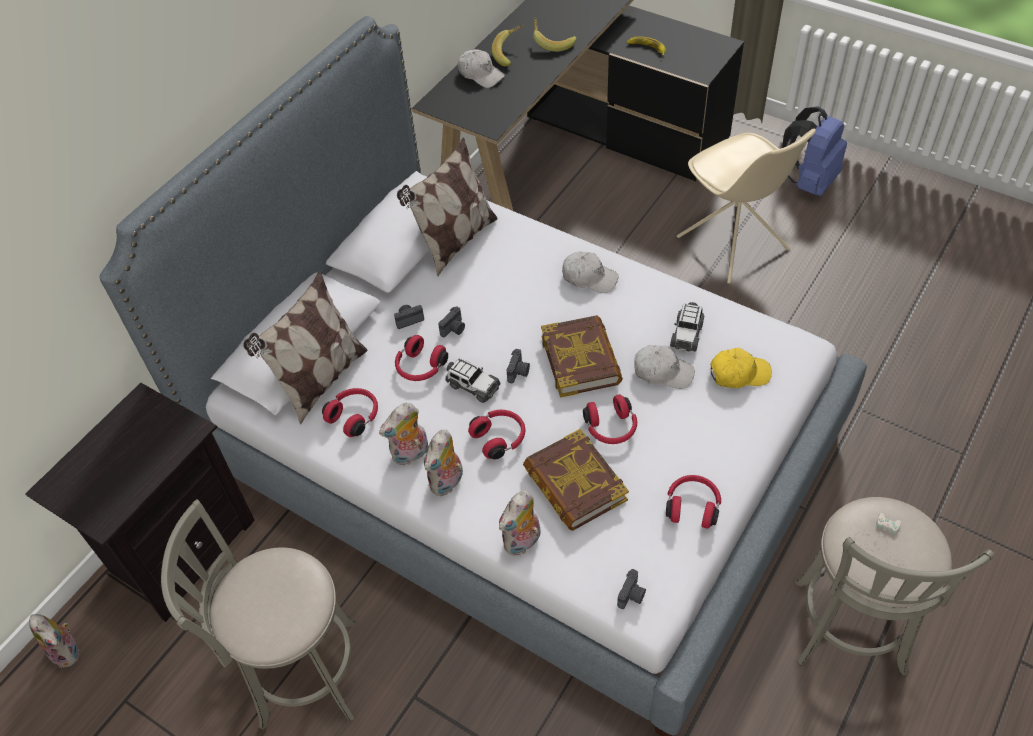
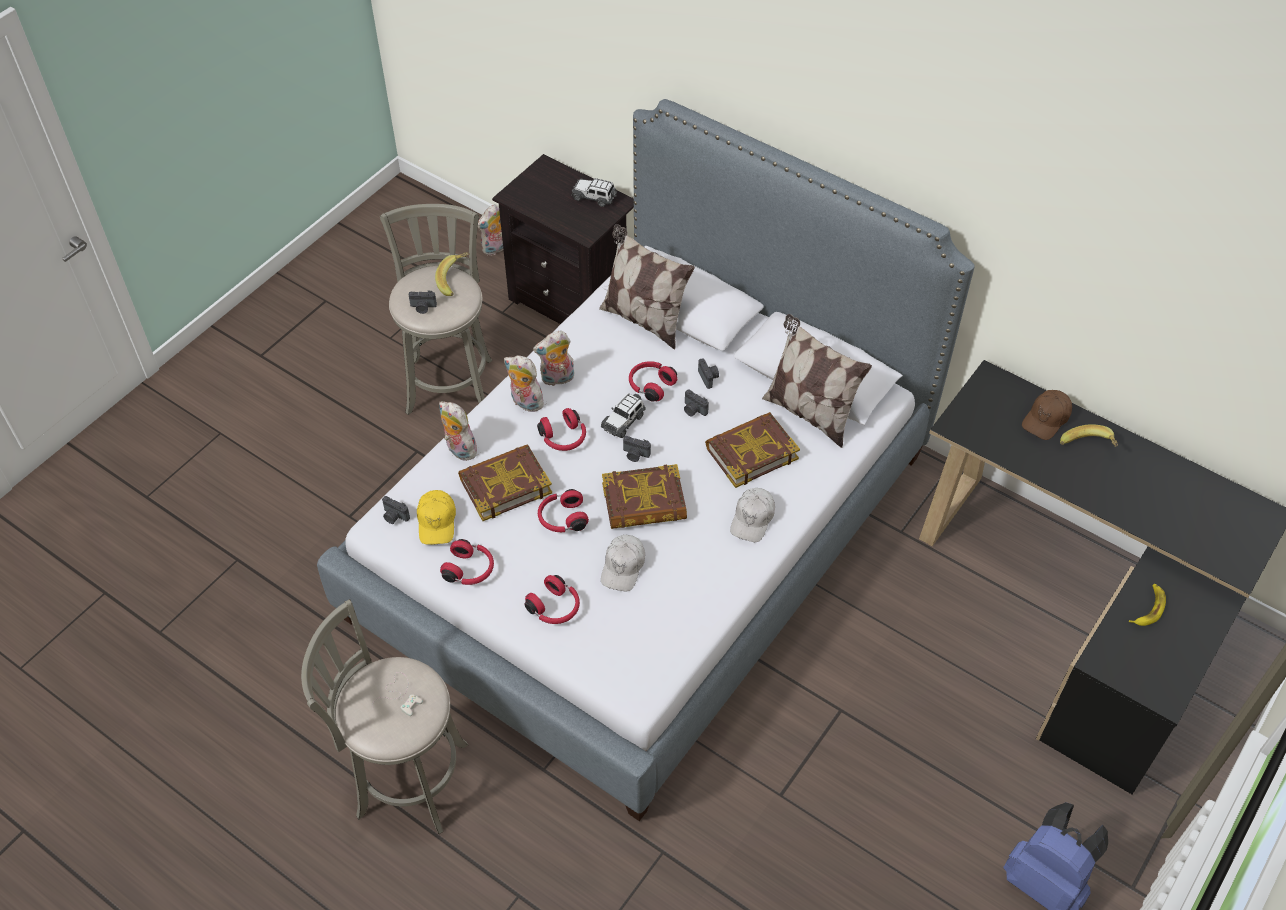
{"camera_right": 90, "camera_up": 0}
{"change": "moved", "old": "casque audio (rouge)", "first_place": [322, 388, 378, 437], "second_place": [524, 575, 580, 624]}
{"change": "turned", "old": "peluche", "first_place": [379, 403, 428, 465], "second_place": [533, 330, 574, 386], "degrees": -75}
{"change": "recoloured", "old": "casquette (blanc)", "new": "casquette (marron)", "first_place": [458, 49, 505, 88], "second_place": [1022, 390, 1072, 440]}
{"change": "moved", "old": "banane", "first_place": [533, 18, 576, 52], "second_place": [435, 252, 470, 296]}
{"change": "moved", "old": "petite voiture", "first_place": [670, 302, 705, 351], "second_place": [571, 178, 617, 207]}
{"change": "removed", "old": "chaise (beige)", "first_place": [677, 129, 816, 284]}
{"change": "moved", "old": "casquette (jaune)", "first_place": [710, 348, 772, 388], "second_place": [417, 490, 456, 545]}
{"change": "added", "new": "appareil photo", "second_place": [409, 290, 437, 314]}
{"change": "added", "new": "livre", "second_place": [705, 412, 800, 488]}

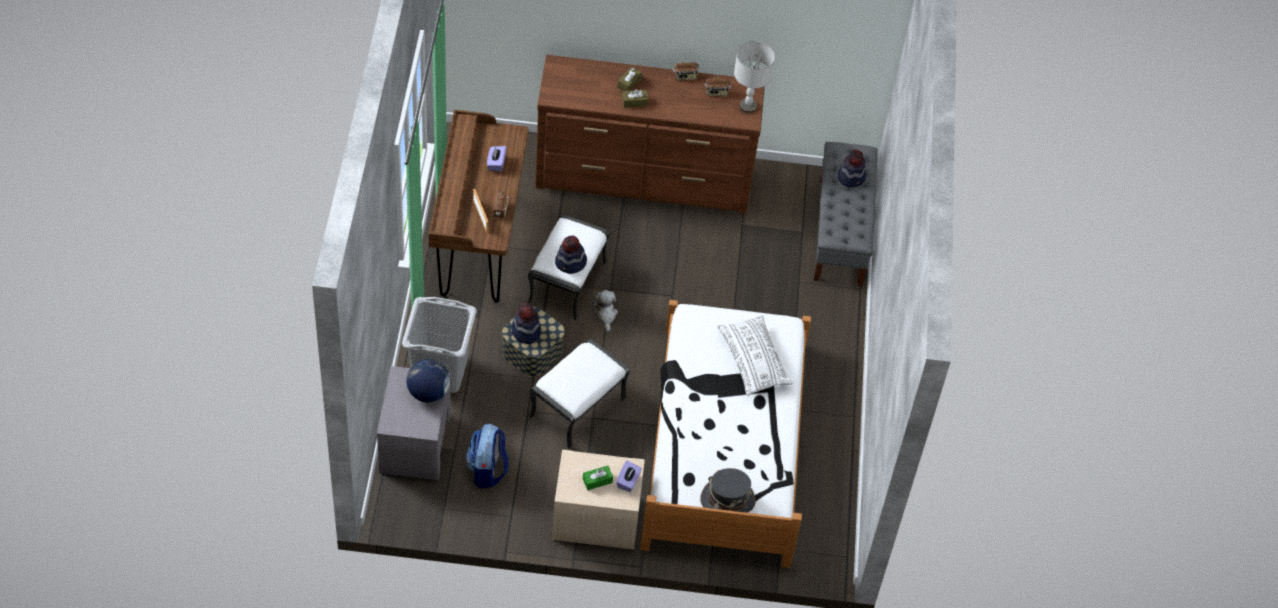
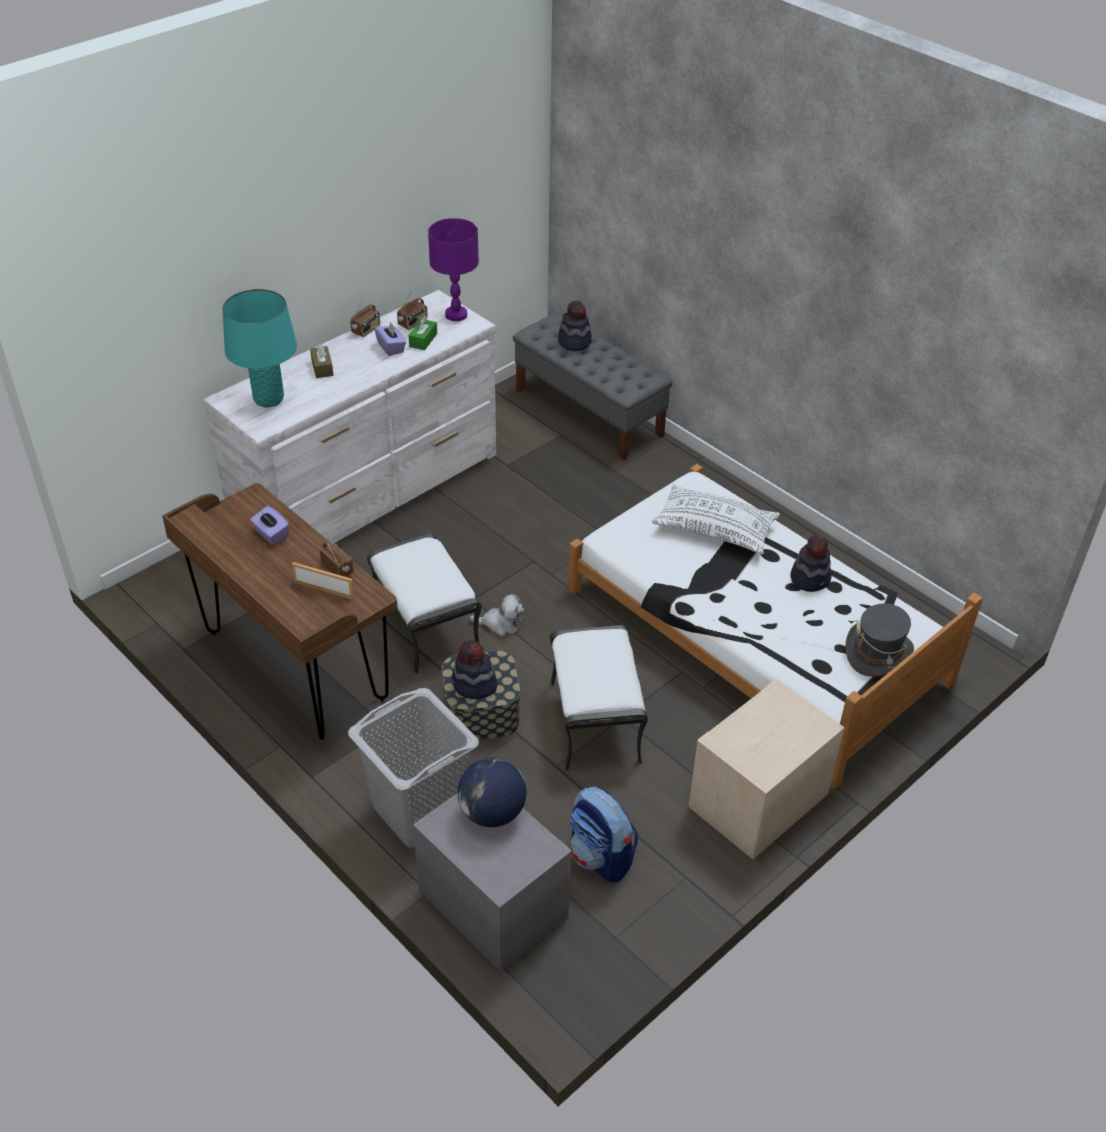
{"camera_right": -45, "camera_up": -10}
{"change": "recoloured", "old": "commode (marron)", "new": "commode (blanc)", "first_place": [535, 55, 765, 213], "second_place": [203, 290, 496, 543]}
{"change": "moved", "old": "chapeau", "first_place": [555, 235, 587, 274], "second_place": [790, 534, 832, 592]}
{"change": "moved", "old": "boîte à mouchoirs (vert)", "first_place": [583, 466, 613, 490], "second_place": [409, 316, 437, 350]}
{"change": "turned", "old": "peluche", "first_place": [592, 290, 618, 332], "second_place": [469, 594, 524, 636], "degrees": 150}
{"change": "moved", "old": "boîte à mouchoirs (violet)", "first_place": [616, 461, 642, 492], "second_place": [374, 322, 406, 356]}
{"change": "removed", "old": "boîte à mouchoirs (marron)", "first_place": [622, 89, 648, 108]}
{"change": "recoloured", "old": "lampe de table (gris)", "new": "lampe de table (violet)", "first_place": [734, 41, 775, 113], "second_place": [428, 218, 479, 321]}
{"change": "added", "new": "lampe de table (turquoise)", "second_place": [222, 289, 297, 408]}

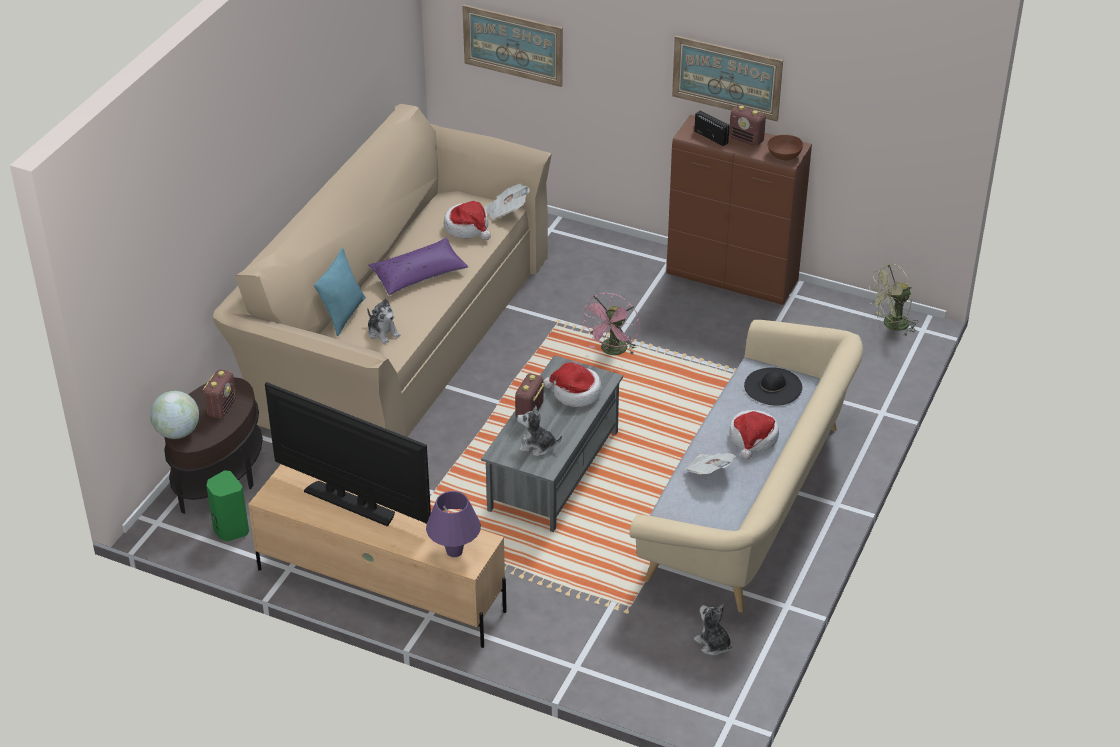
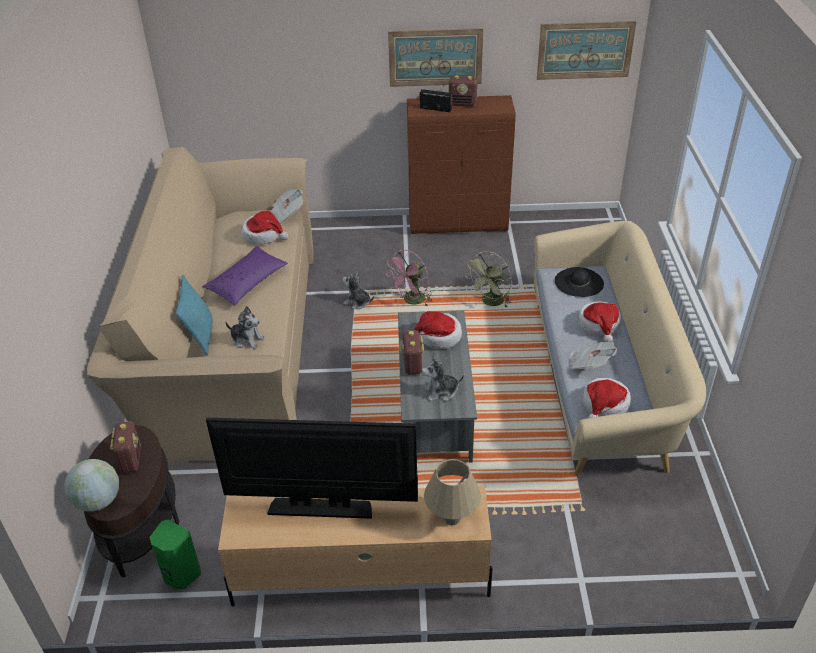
{"camera_right": -25, "camera_up": 0}
{"change": "recoloured", "old": "lampe de table (violet)", "new": "lampe de table (beige)", "first_place": [426, 491, 481, 557], "second_place": [424, 459, 481, 525]}
{"change": "moved", "old": "tableau", "first_place": [462, 5, 563, 87], "second_place": [537, 21, 636, 80]}
{"change": "turned", "old": "ventilateur (rose)", "first_place": [581, 293, 640, 355], "second_place": [386, 250, 432, 306], "degrees": 45}
{"change": "moved", "old": "peluche", "first_place": [694, 604, 733, 656], "second_place": [342, 271, 374, 309]}
{"change": "removed", "old": "bol (marron)", "first_place": [767, 135, 803, 161]}
{"change": "moved", "old": "ventilateur (vert)", "first_place": [869, 264, 918, 336], "second_place": [465, 251, 512, 307]}
{"change": "added", "new": "chapeau", "second_place": [582, 378, 631, 418]}

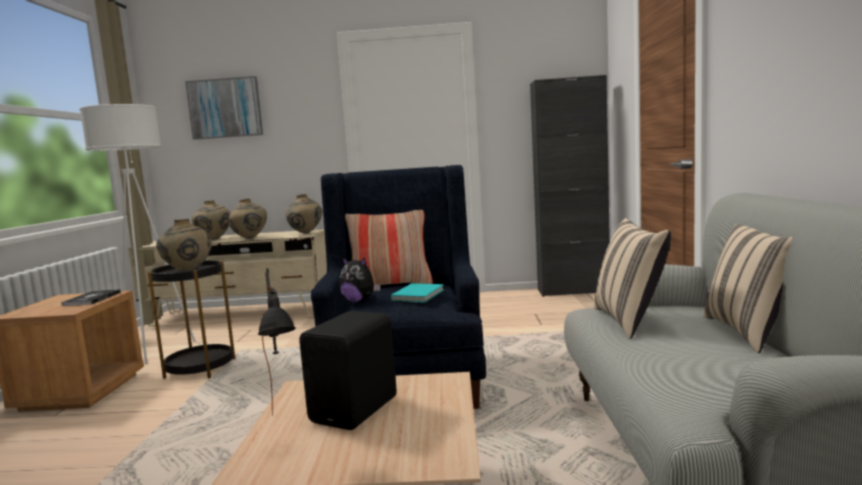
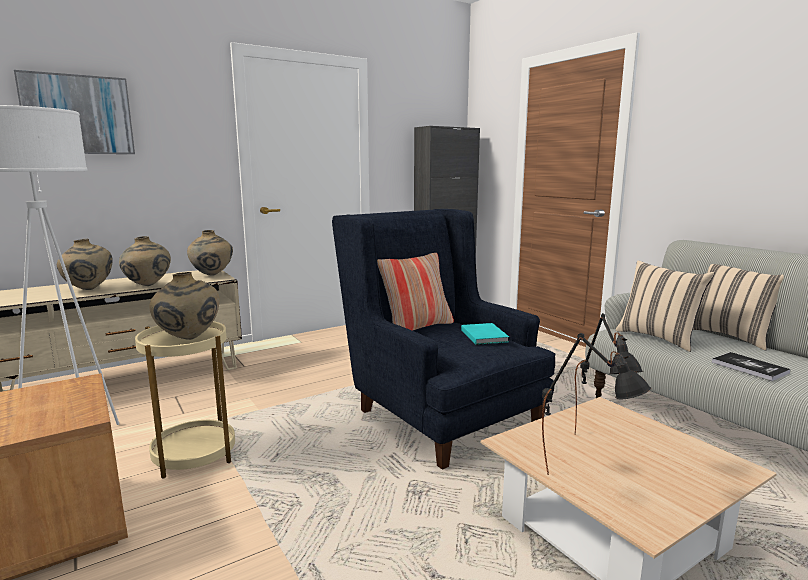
{"camera_right": -35, "camera_up": 5}
{"change": "moved", "old": "livre", "first_place": [61, 289, 121, 306], "second_place": [712, 352, 791, 381]}
{"change": "recoloured", "old": "table d'appoint (noir)", "new": "table d'appoint (beige)", "first_place": [148, 260, 235, 379], "second_place": [135, 321, 235, 479]}
{"change": "replaced", "old": "enceinte (noir)", "new": "lampe de table (noir)", "first_place": [299, 311, 397, 430], "second_place": [575, 313, 643, 435]}
{"change": "removed", "old": "peluche", "first_place": [339, 257, 381, 303]}

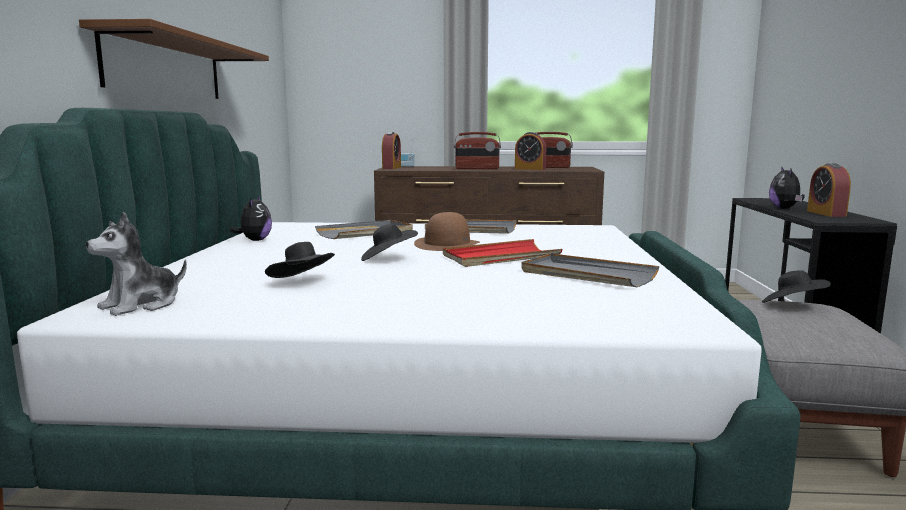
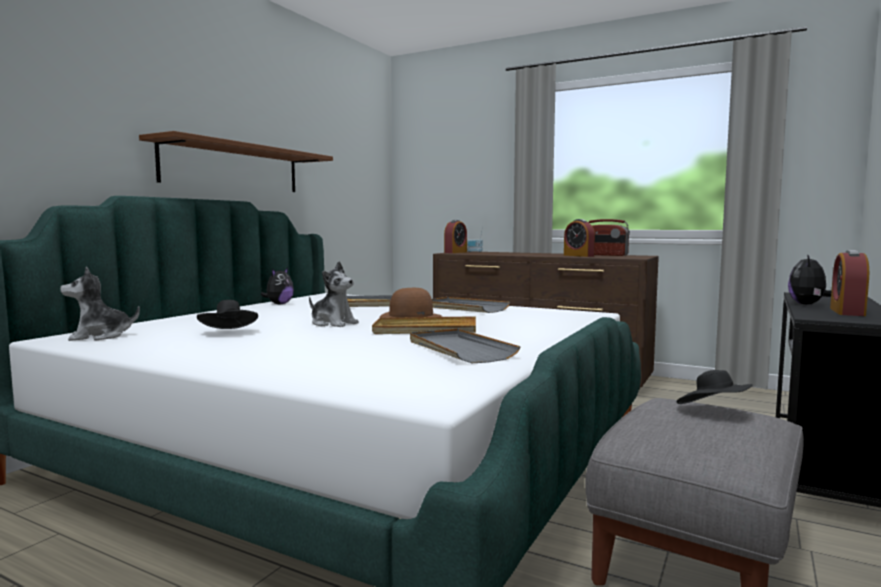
{"camera_right": 25, "camera_up": -5}
{"change": "replaced", "old": "chapeau (noir)", "new": "peluche", "first_place": [361, 224, 418, 261], "second_place": [309, 262, 359, 327]}
{"change": "recoloured", "old": "plateau (rouge)", "new": "plateau (beige)", "first_place": [443, 239, 563, 267], "second_place": [372, 316, 476, 334]}
{"change": "removed", "old": "radio", "first_place": [454, 132, 501, 169]}

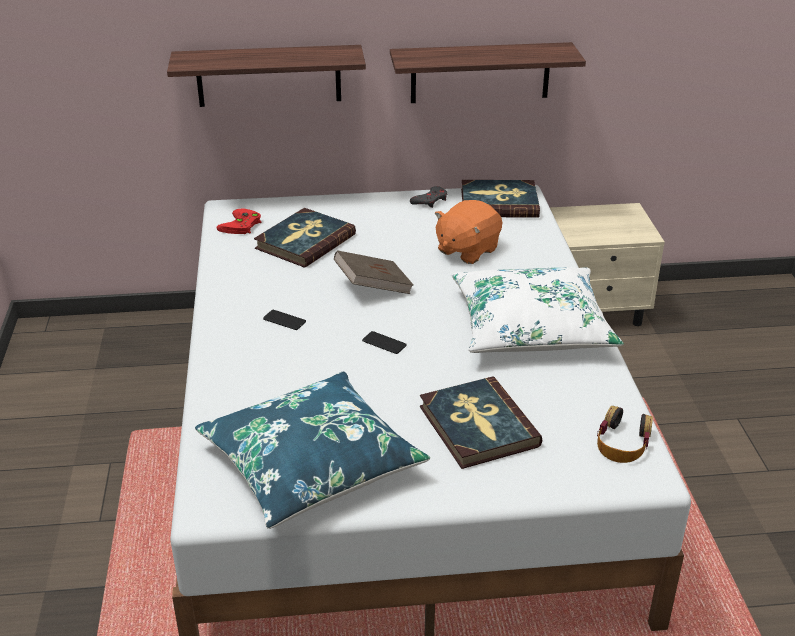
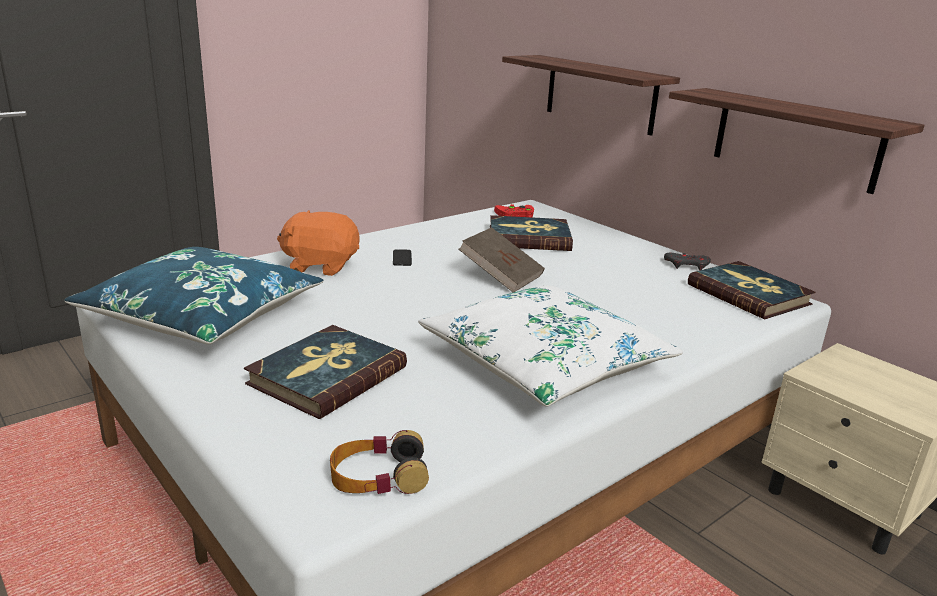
{"camera_right": 55, "camera_up": -10}
{"change": "removed", "old": "téléphone", "first_place": [362, 331, 407, 354]}
{"change": "moved", "old": "peluche (orange)", "first_place": [435, 200, 502, 264], "second_place": [277, 210, 359, 276]}

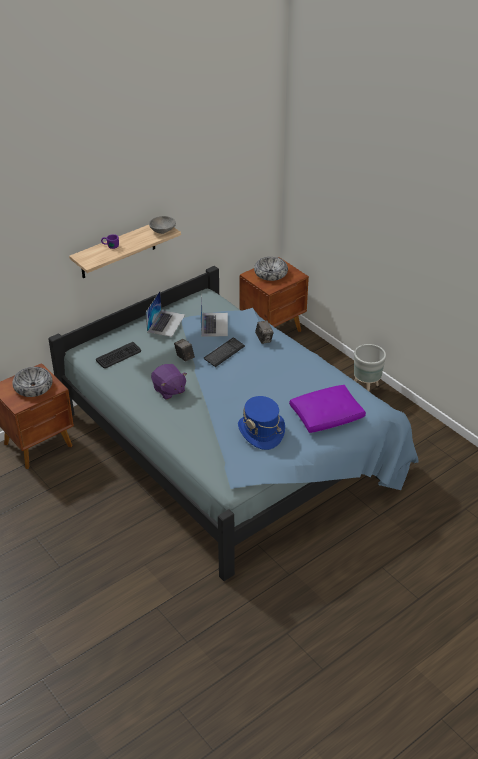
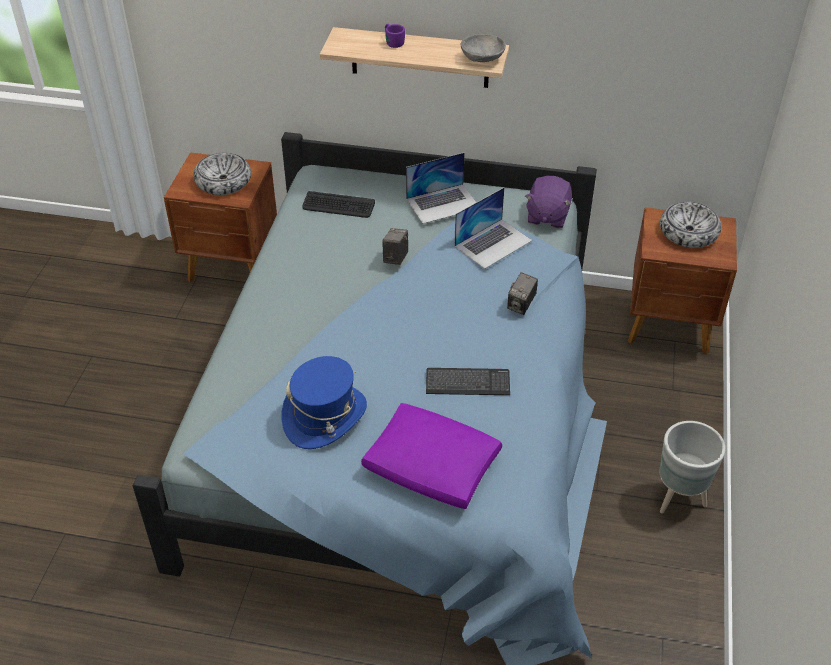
{"camera_right": 50, "camera_up": 5}
{"change": "moved", "old": "peluche (violet)", "first_place": [151, 364, 187, 400], "second_place": [525, 176, 572, 228]}
{"change": "moved", "old": "clavier", "first_place": [204, 338, 245, 367], "second_place": [426, 368, 510, 395]}

